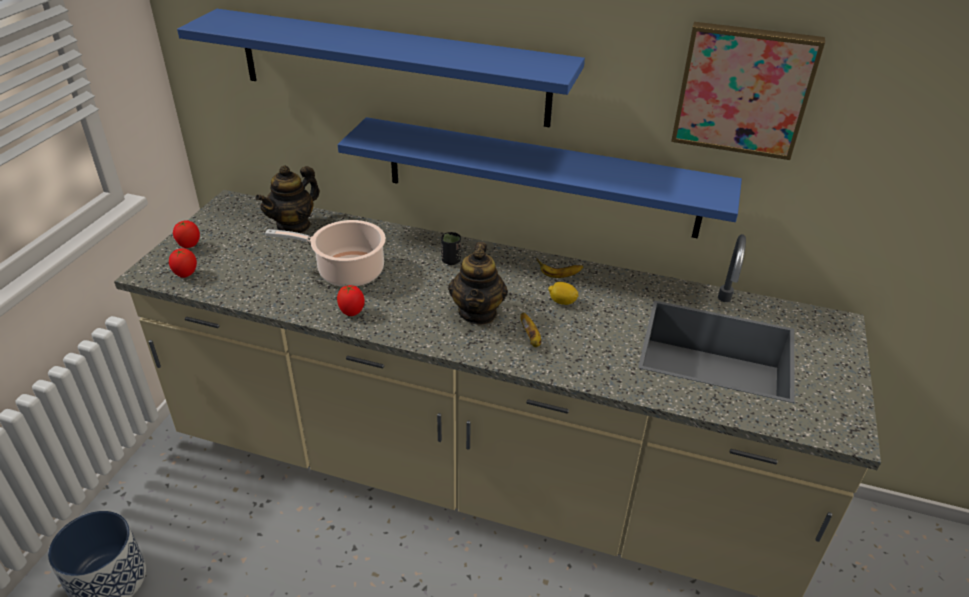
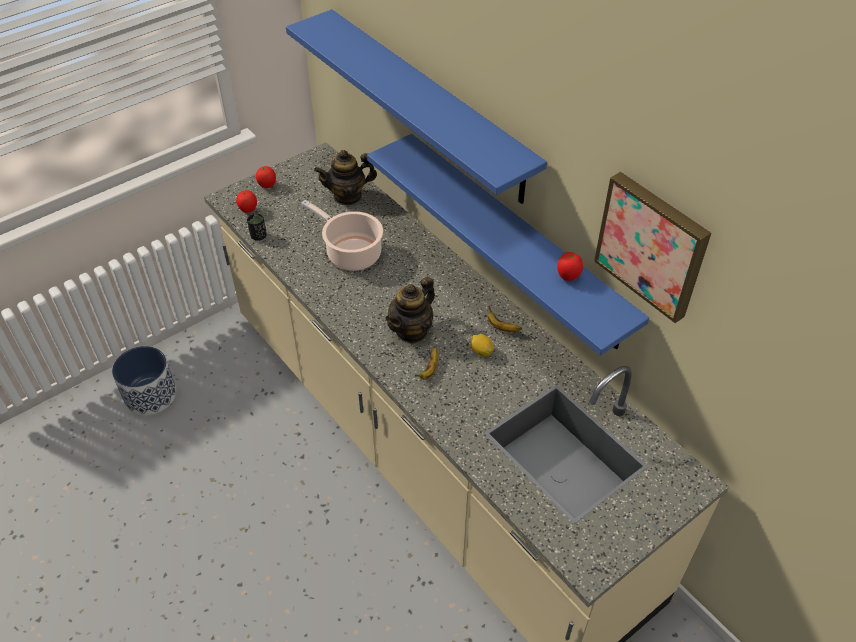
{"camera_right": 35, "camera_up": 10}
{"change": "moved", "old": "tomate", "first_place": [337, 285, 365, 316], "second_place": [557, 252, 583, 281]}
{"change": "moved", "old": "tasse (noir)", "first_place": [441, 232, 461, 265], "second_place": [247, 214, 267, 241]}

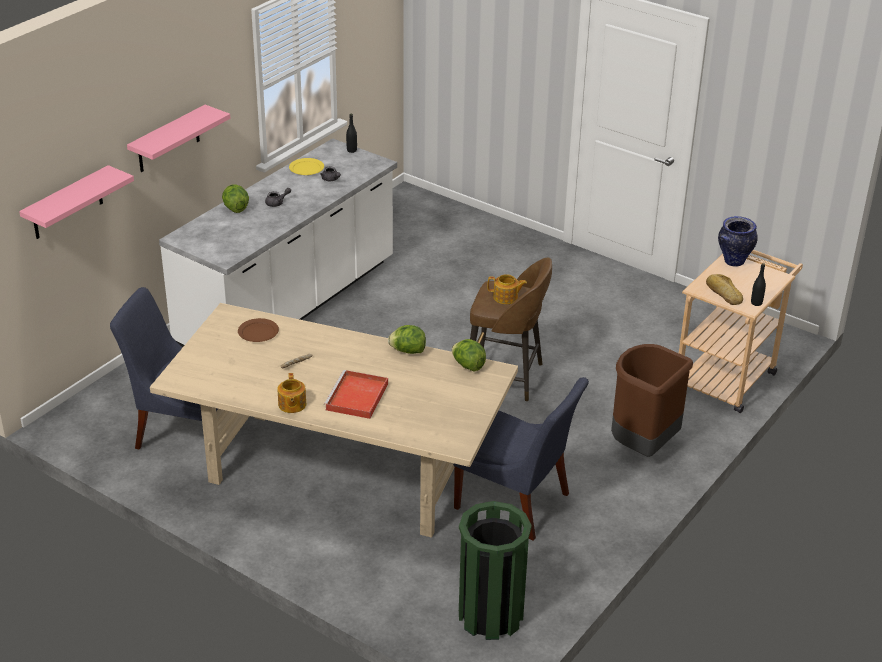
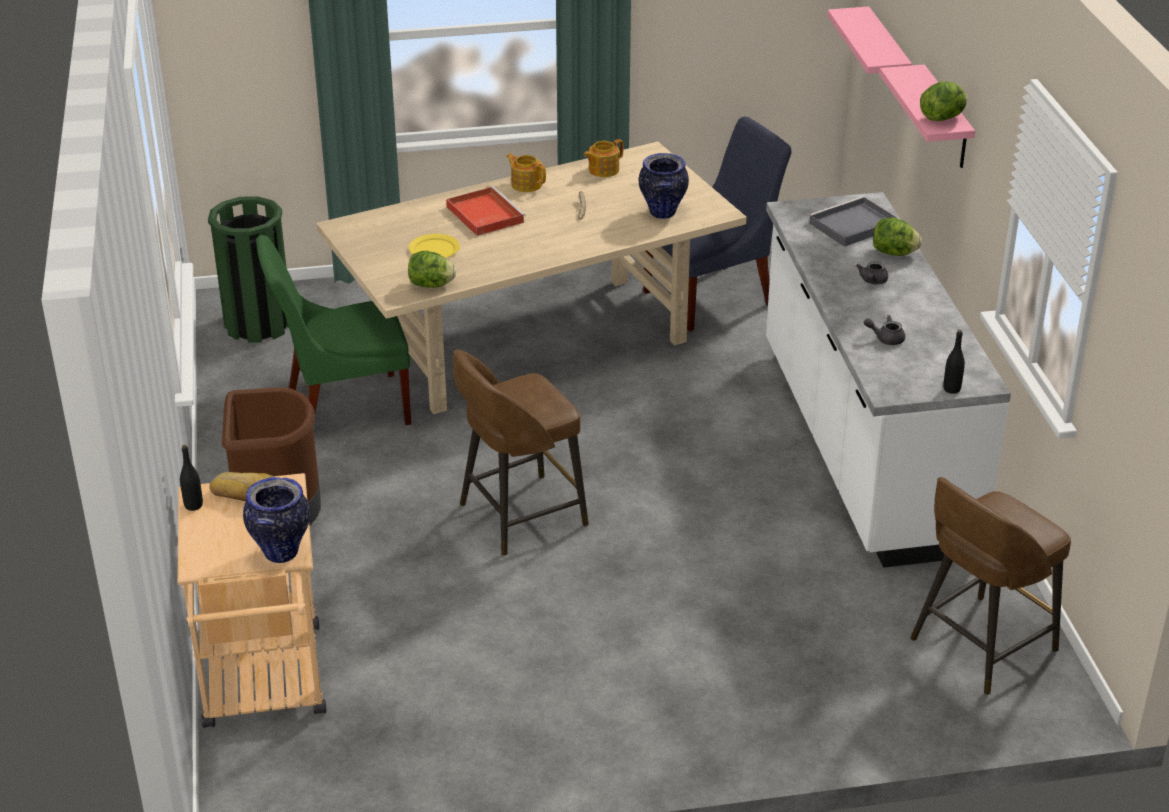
{"camera_right": 135, "camera_up": 0}
{"change": "replaced", "old": "assiette (marron)", "new": "vase", "first_place": [238, 318, 279, 342], "second_place": [639, 153, 689, 219]}
{"change": "moved", "old": "assiette (jaune)", "first_place": [289, 158, 324, 175], "second_place": [409, 234, 460, 258]}
{"change": "moved", "old": "laitue", "first_place": [388, 325, 426, 354], "second_place": [920, 81, 967, 121]}
{"change": "recoloured", "old": "chaise (bleu)", "new": "chaise (vert)", "first_place": [453, 377, 589, 541], "second_place": [256, 235, 411, 425]}
{"change": "moved", "old": "théière", "first_place": [488, 274, 527, 304], "second_place": [584, 139, 624, 177]}
{"change": "added", "new": "plateau (gris)", "second_place": [808, 196, 897, 247]}
{"change": "added", "new": "tabouret (marron)", "second_place": [910, 477, 1071, 695]}

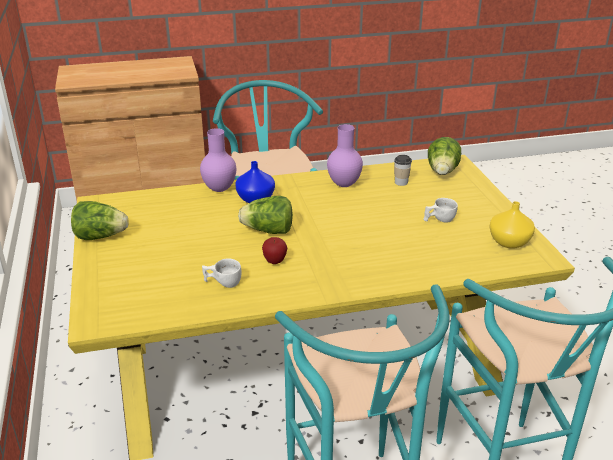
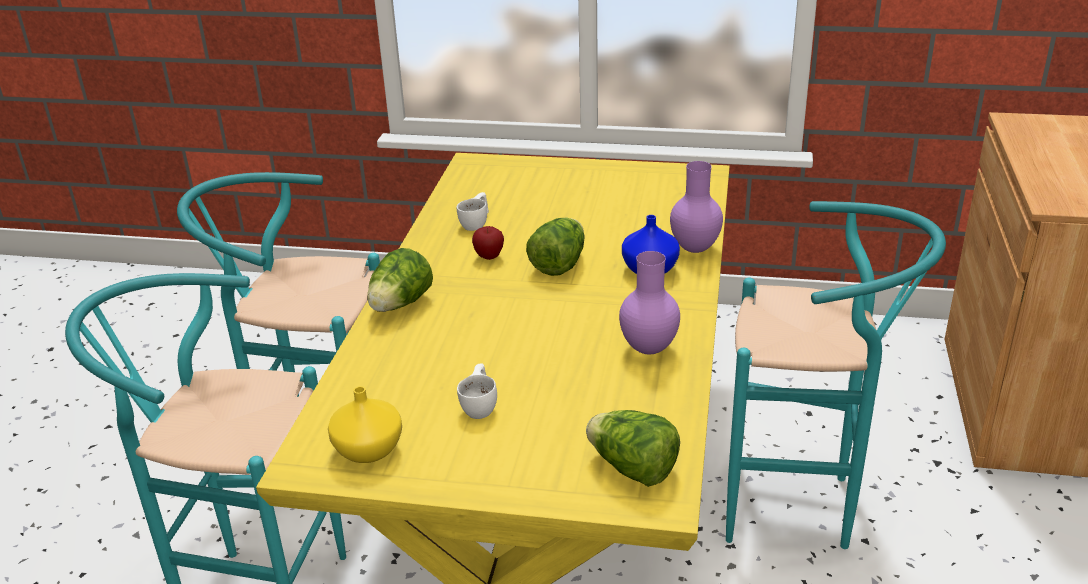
{"camera_right": 115, "camera_up": 0}
{"change": "moved", "old": "laitue", "first_place": [71, 201, 129, 240], "second_place": [367, 248, 433, 312]}
{"change": "removed", "old": "tasse", "first_place": [394, 155, 412, 186]}

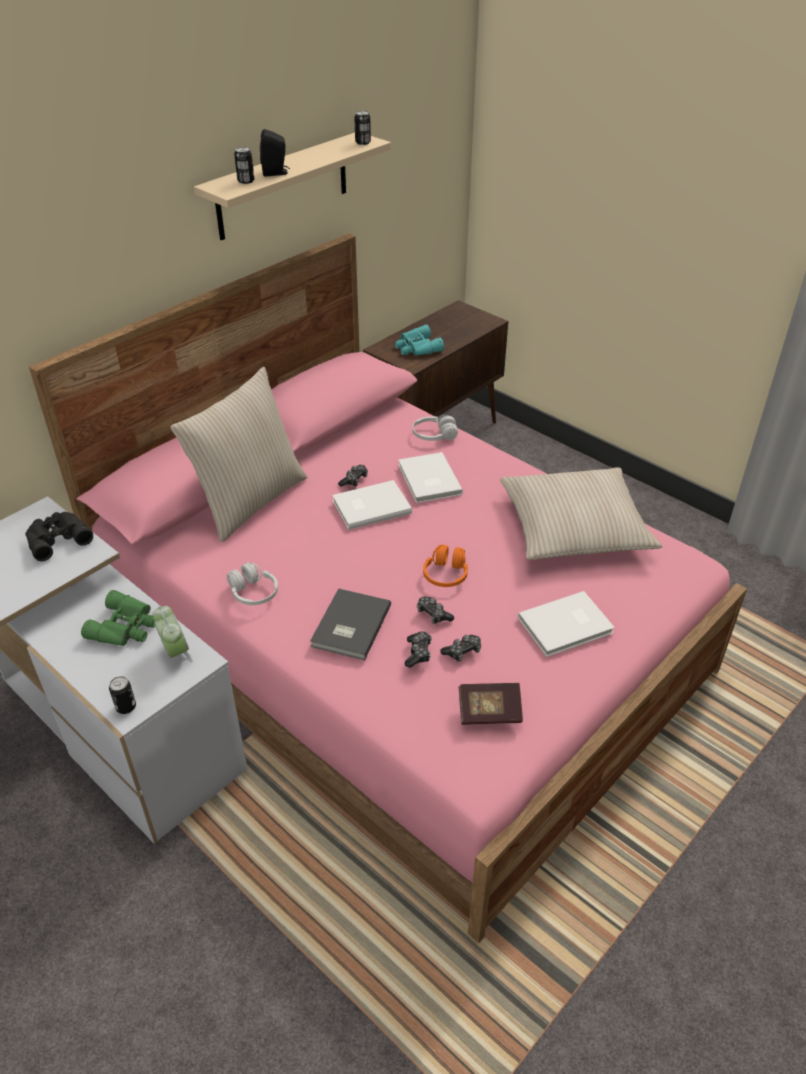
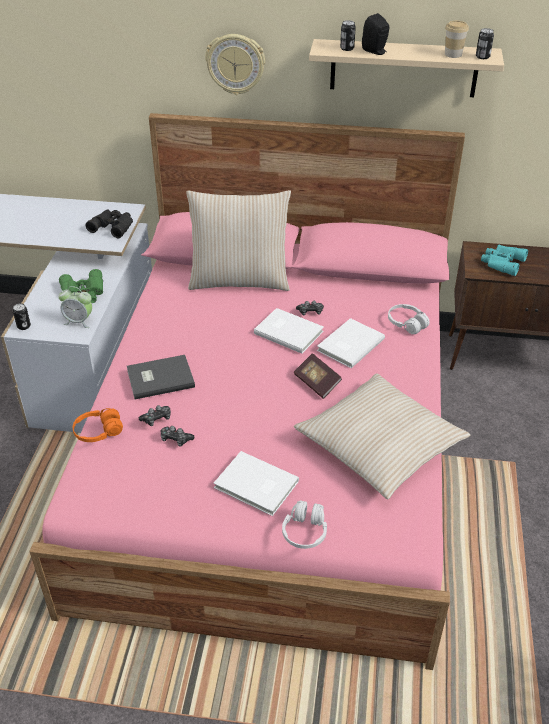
{"camera_right": 55, "camera_up": 0}
{"change": "turned", "old": "réveil", "first_place": [153, 606, 193, 662], "second_place": [58, 286, 92, 328], "degrees": 75}
{"change": "moved", "old": "casque audio (blanc)", "first_place": [227, 562, 278, 605], "second_place": [282, 501, 327, 549]}
{"change": "removed", "old": "manette", "first_place": [417, 597, 454, 624]}
{"change": "moved", "old": "casque audio (orange)", "first_place": [423, 545, 468, 587], "second_place": [73, 408, 123, 442]}
{"change": "moved", "old": "livre", "first_place": [459, 683, 523, 725], "second_place": [294, 353, 342, 399]}
{"change": "added", "new": "horloge murale", "second_place": [205, 34, 265, 95]}
{"change": "added", "new": "tasse", "second_place": [445, 21, 469, 58]}

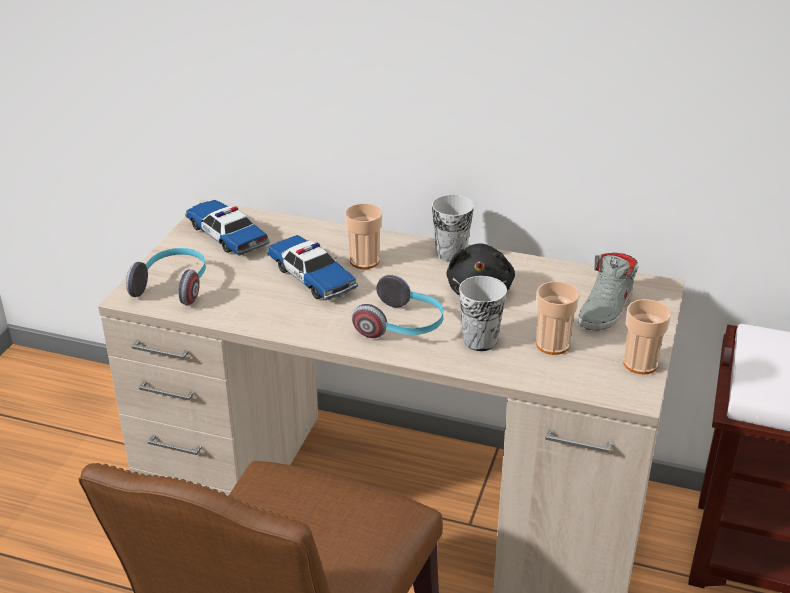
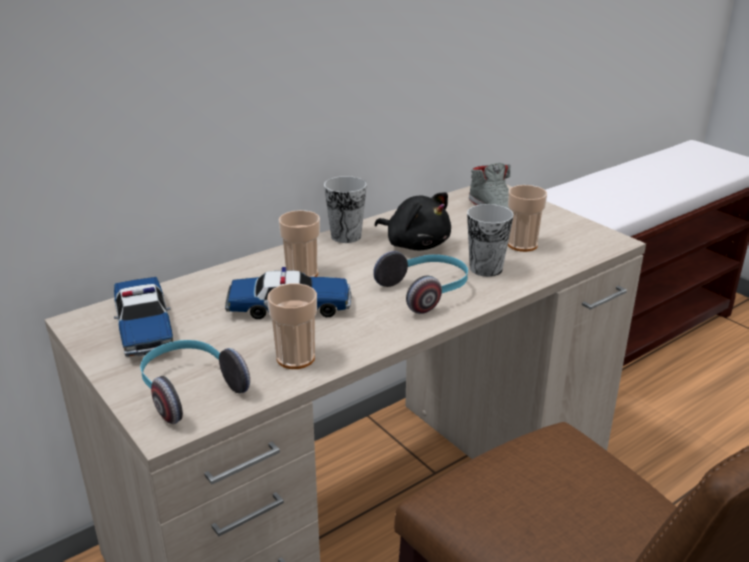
{"camera_right": -55, "camera_up": -5}
{"change": "turned", "old": "petite voiture", "first_place": [185, 200, 270, 256], "second_place": [114, 277, 173, 357], "degrees": -105}
{"change": "moved", "old": "tasse", "first_place": [624, 299, 671, 375], "second_place": [267, 283, 317, 369]}

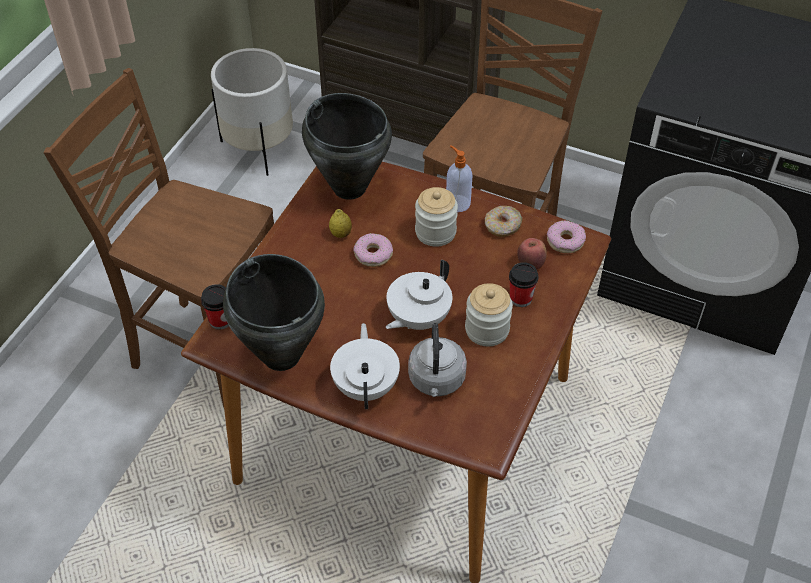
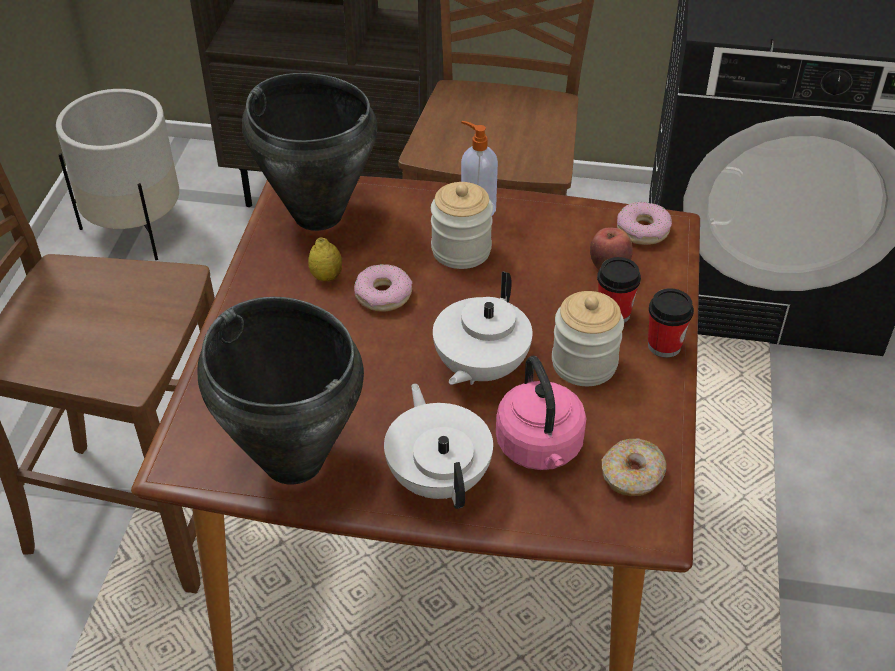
{"camera_right": -15, "camera_up": -5}
{"change": "moved", "old": "tasse", "first_place": [201, 284, 229, 330], "second_place": [648, 288, 694, 358]}
{"change": "recoloured", "old": "bouilloire (gris)", "new": "bouilloire (rose)", "first_place": [408, 323, 467, 397], "second_place": [496, 356, 587, 470]}
{"change": "moved", "old": "beignet", "first_place": [485, 206, 522, 237], "second_place": [602, 439, 667, 496]}

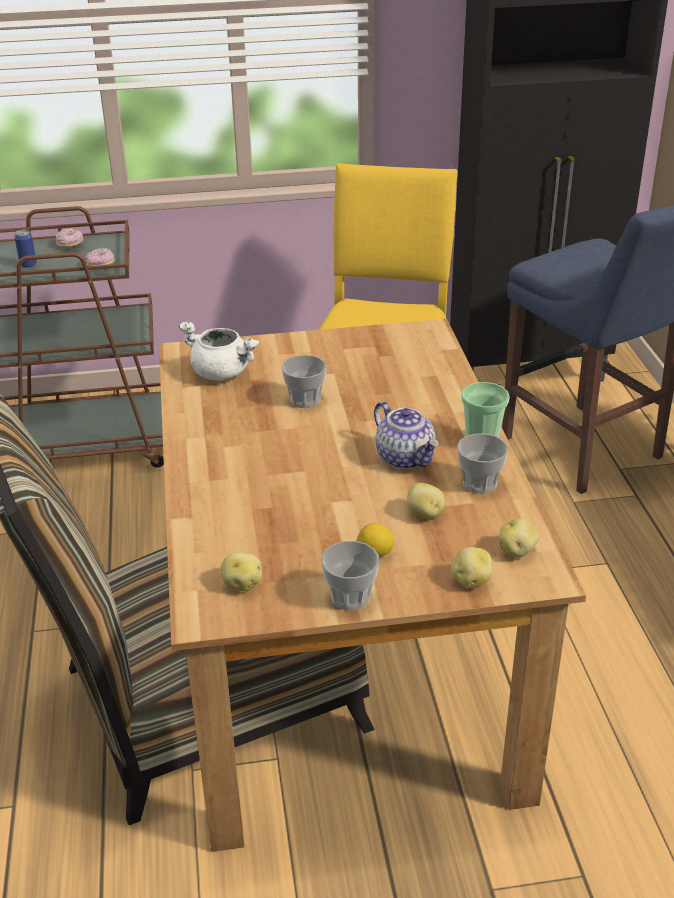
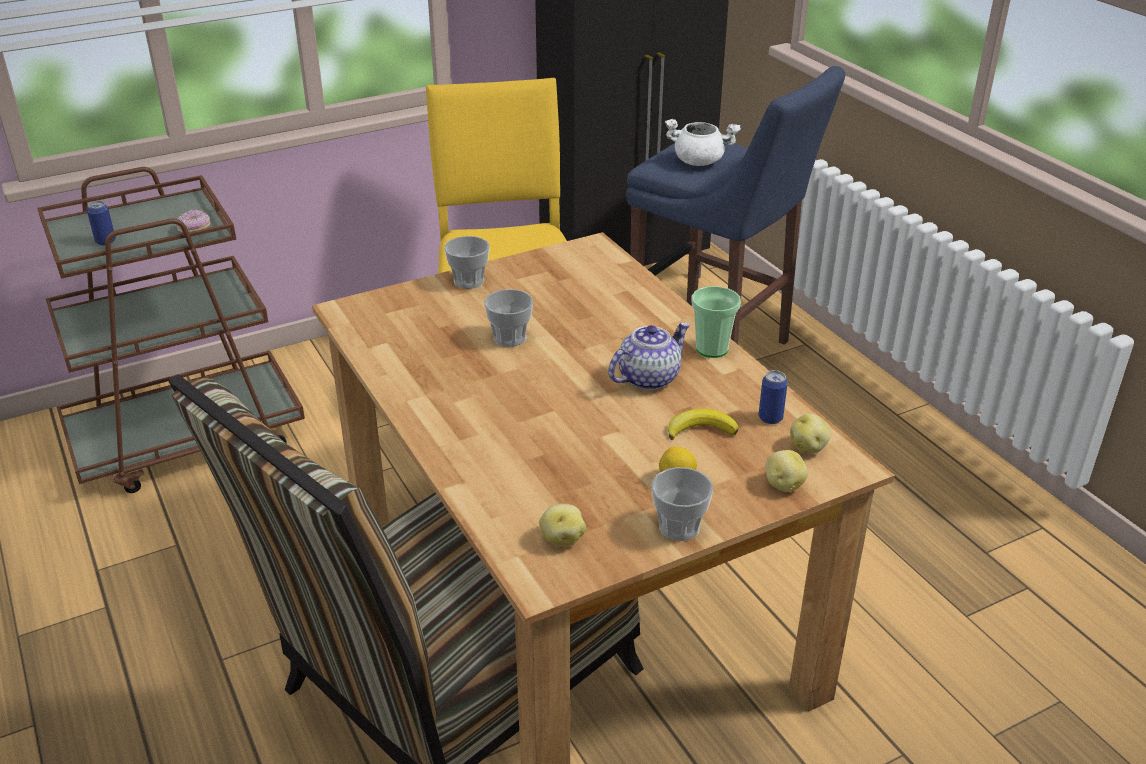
{"camera_right": -20, "camera_up": 0}
{"change": "removed", "old": "beignet", "first_place": [56, 228, 83, 248]}
{"change": "moved", "old": "marmite (blanc)", "first_place": [179, 322, 259, 380], "second_place": [665, 119, 741, 166]}
{"change": "turned", "old": "théière", "first_place": [374, 401, 439, 469], "second_place": [608, 322, 691, 390], "degrees": -75}
{"change": "replaced", "old": "pomme de terre", "new": "banane", "first_place": [407, 483, 445, 518], "second_place": [668, 409, 738, 440]}
{"change": "moved", "old": "tasse", "first_place": [457, 433, 508, 494], "second_place": [444, 236, 490, 289]}
{"change": "added", "new": "boîte métallique", "second_place": [759, 370, 788, 424]}

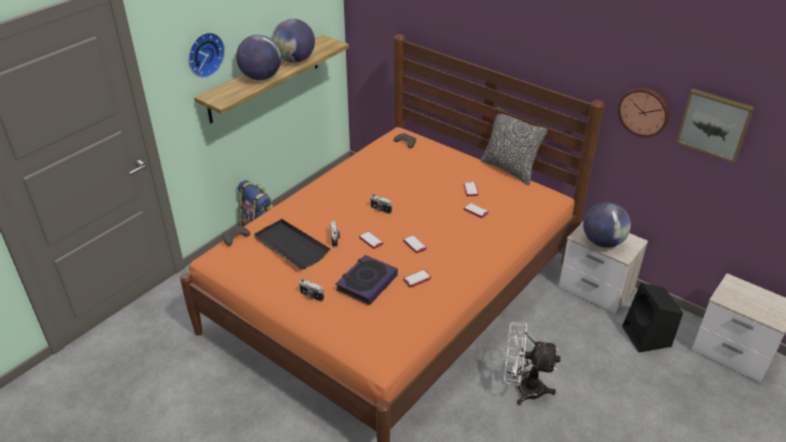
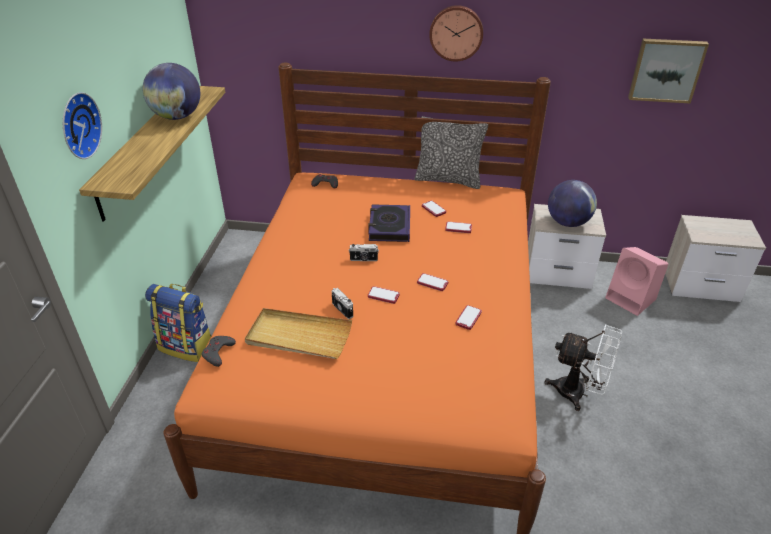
{"camera_right": -30, "camera_up": 0}
{"change": "removed", "old": "globe", "first_place": [236, 35, 281, 80]}
{"change": "recoloured", "old": "plateau (noir)", "new": "plateau (beige)", "first_place": [254, 218, 330, 270], "second_place": [245, 308, 352, 359]}
{"change": "removed", "old": "appareil photo", "first_place": [299, 279, 324, 302]}
{"change": "moved", "old": "livre", "first_place": [336, 255, 398, 306], "second_place": [368, 204, 410, 242]}
{"change": "turned", "old": "ventilateur (blanc)", "first_place": [504, 322, 561, 405], "second_place": [545, 324, 622, 411], "degrees": -135}
{"change": "moved", "old": "horloge murale", "first_place": [618, 88, 670, 137], "second_place": [429, 5, 483, 62]}
{"change": "recoloured", "old": "enceinte (noir)", "new": "enceinte (rose)", "first_place": [622, 282, 683, 353], "second_place": [605, 247, 669, 316]}

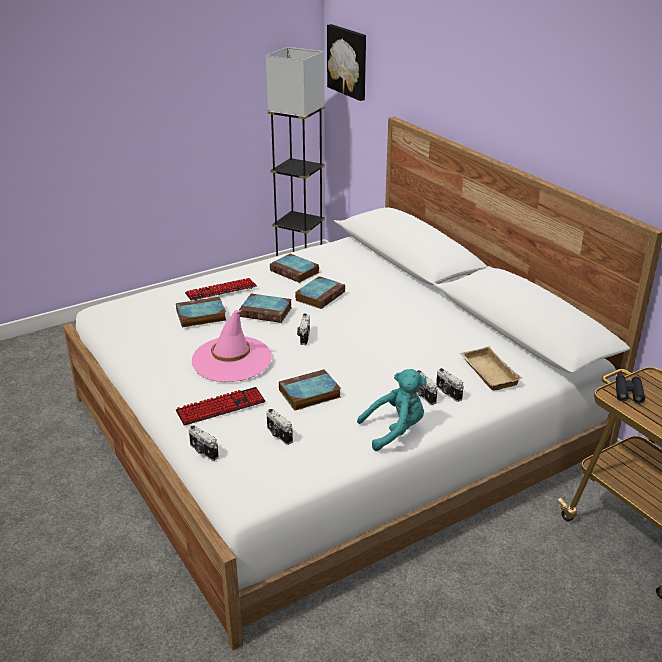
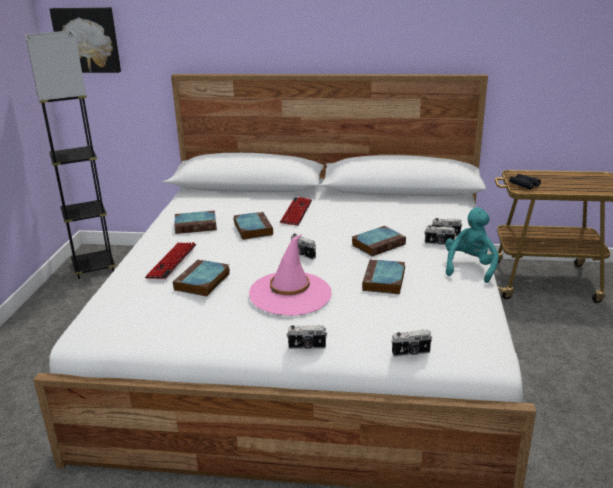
{"camera_right": -50, "camera_up": -5}
{"change": "moved", "old": "clavier", "first_place": [176, 387, 265, 426], "second_place": [280, 197, 312, 226]}
{"change": "moved", "old": "livre", "first_place": [239, 294, 292, 323], "second_place": [352, 226, 406, 256]}
{"change": "moved", "old": "appareil photo", "first_place": [266, 409, 293, 445], "second_place": [287, 325, 327, 349]}
{"change": "removed", "old": "plateau (beige)", "first_place": [460, 347, 522, 391]}

